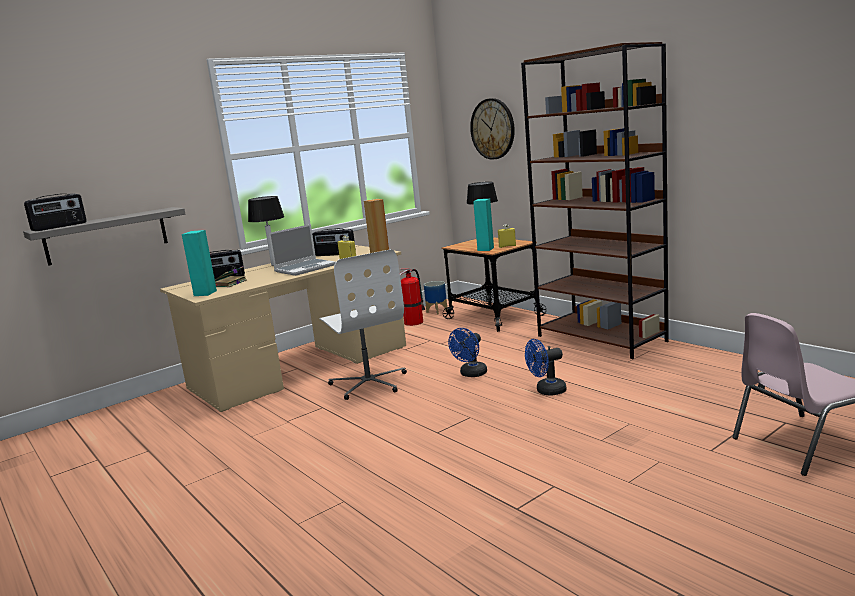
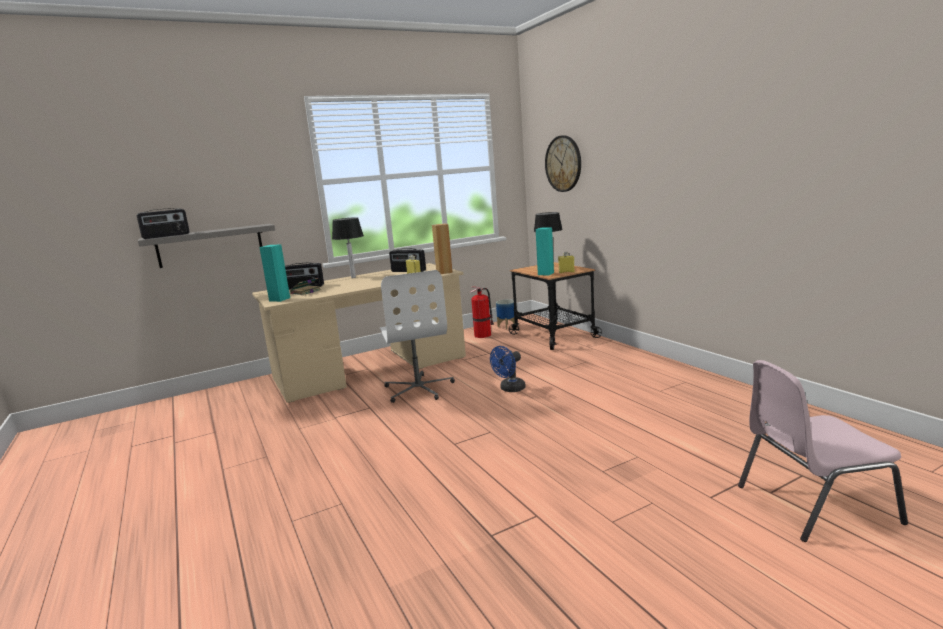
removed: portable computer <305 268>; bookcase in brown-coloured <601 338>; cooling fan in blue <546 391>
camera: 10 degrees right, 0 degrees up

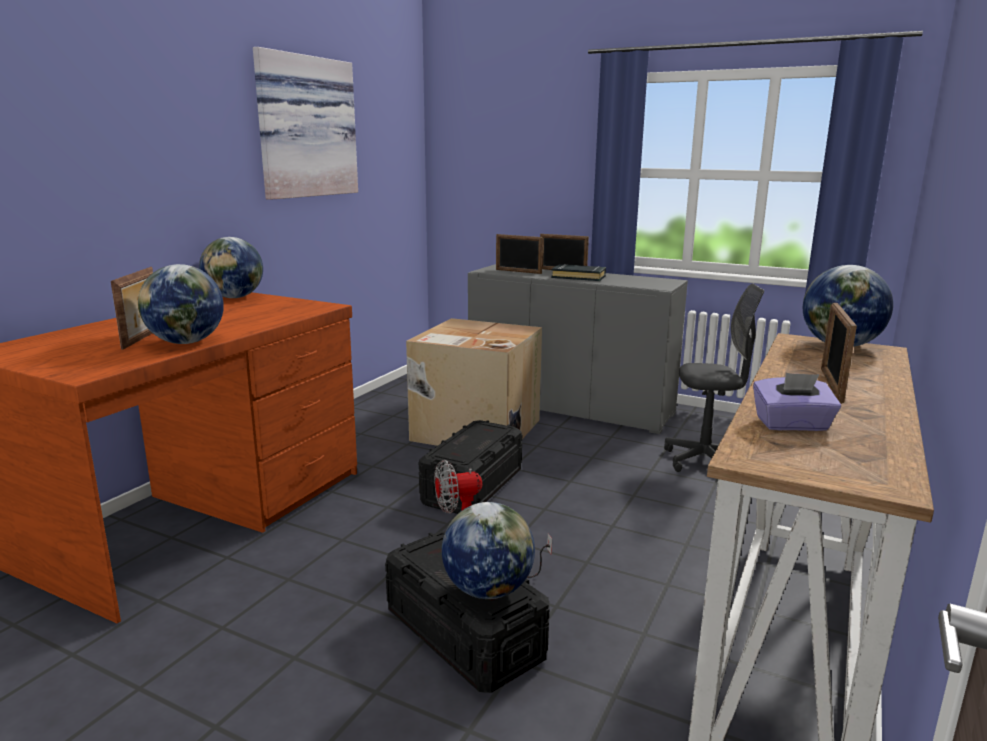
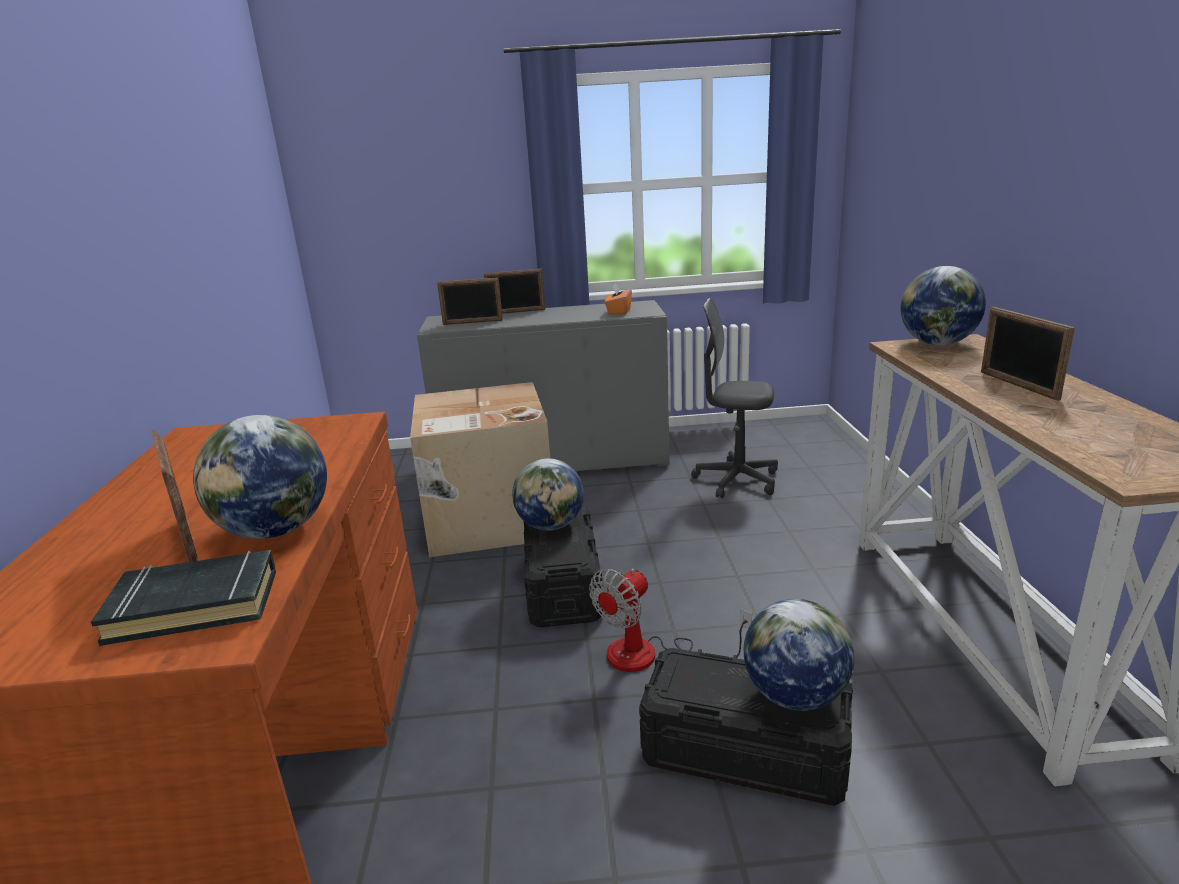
removed: wall picture <304 127>; tissue box in purplish <792 425>
added: tissue box in orangey <618 312>
moved: desk globe <235 297> to <551 526>; book in black-coloured <578 277> to <195 605>
turned: office chair in grey <705 461> = <736 480> 135 degrees counterclockwise
camera: 30 degrees left, 5 degrees up

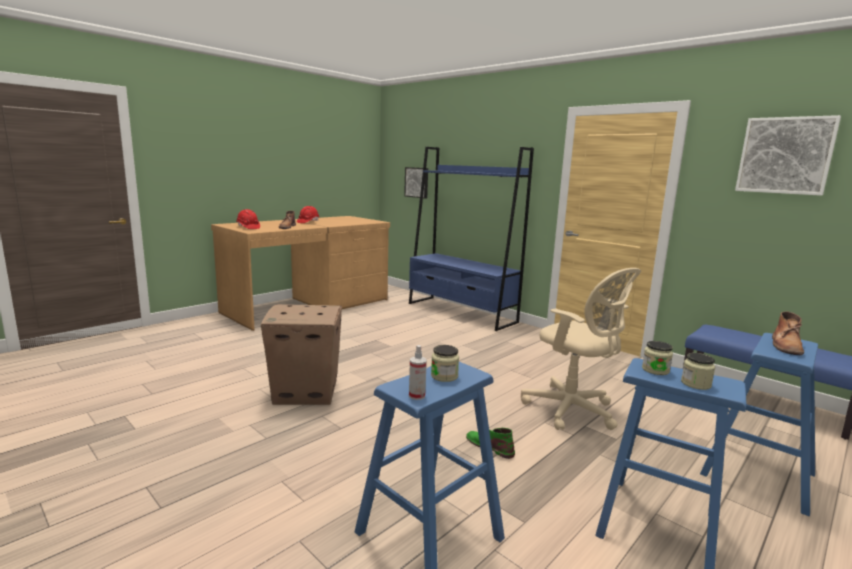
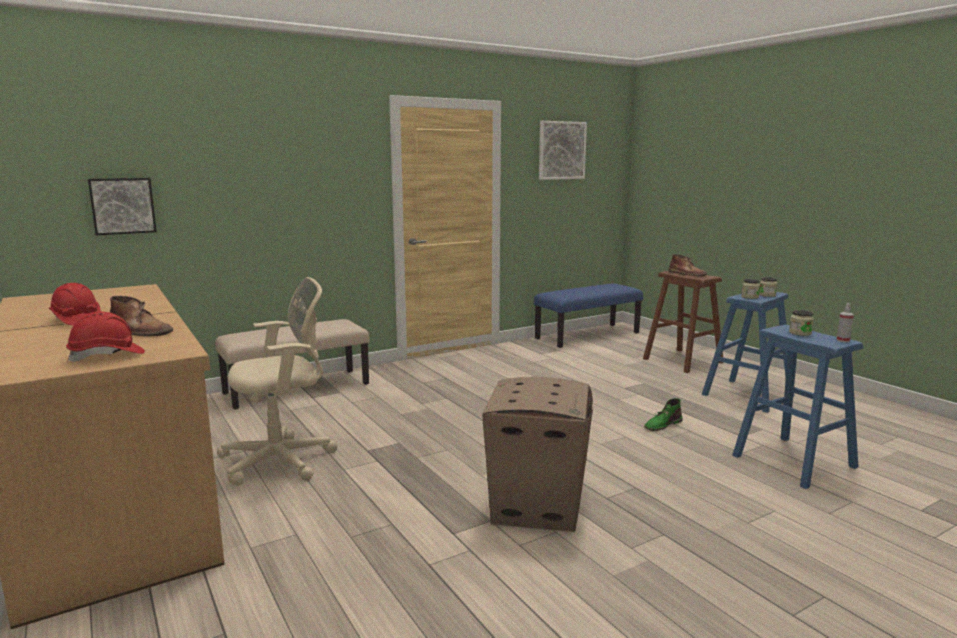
moved: office chair in beige <572 411> to <282 460>
replaced: bookcase in blue <461 312> to indoor bench in beige <297 388>
recoloured: stool in blue <758 474> to stool in brown-coloured <683 361>
camera: 75 degrees left, 0 degrees up

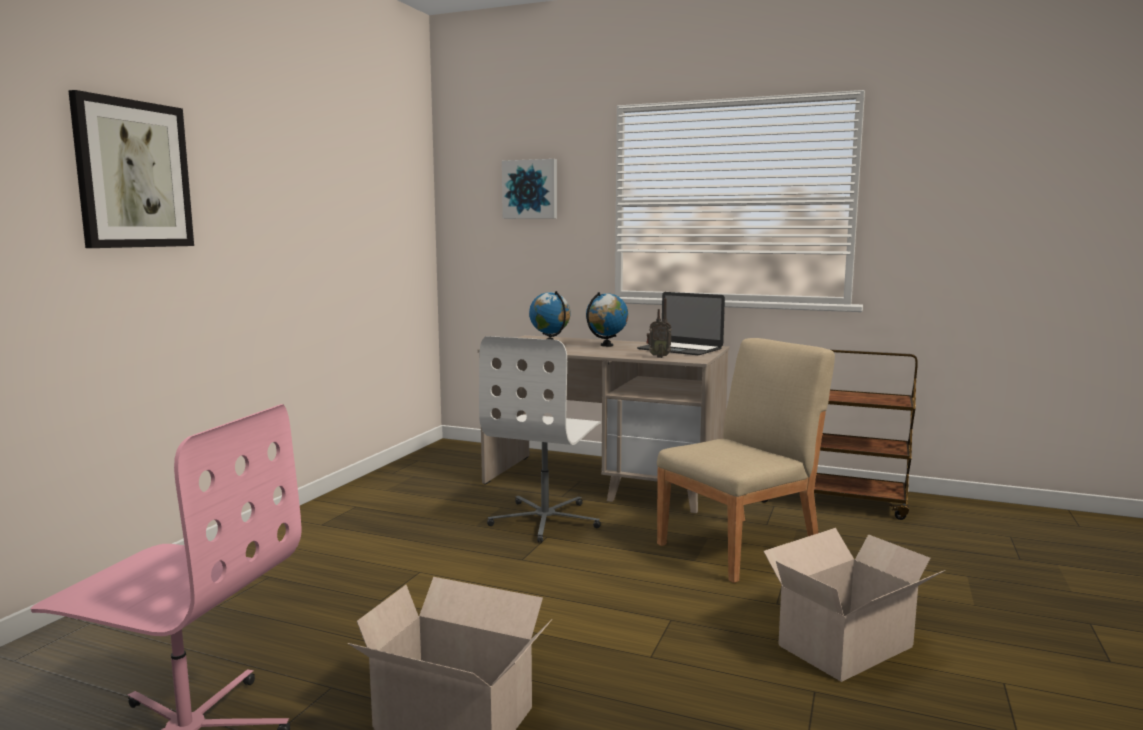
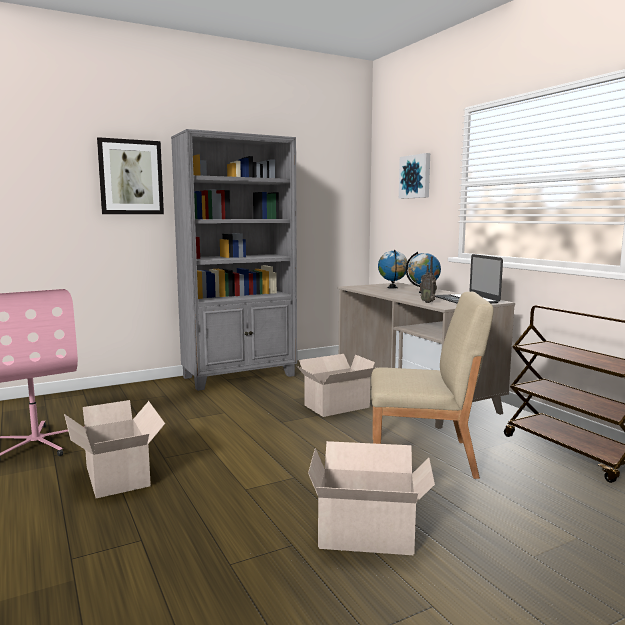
added: bookcase in grey <240 376>
replaced: office chair in white <546 520> to cardboard box <335 406>
camera: 40 degrees right, 0 degrees up

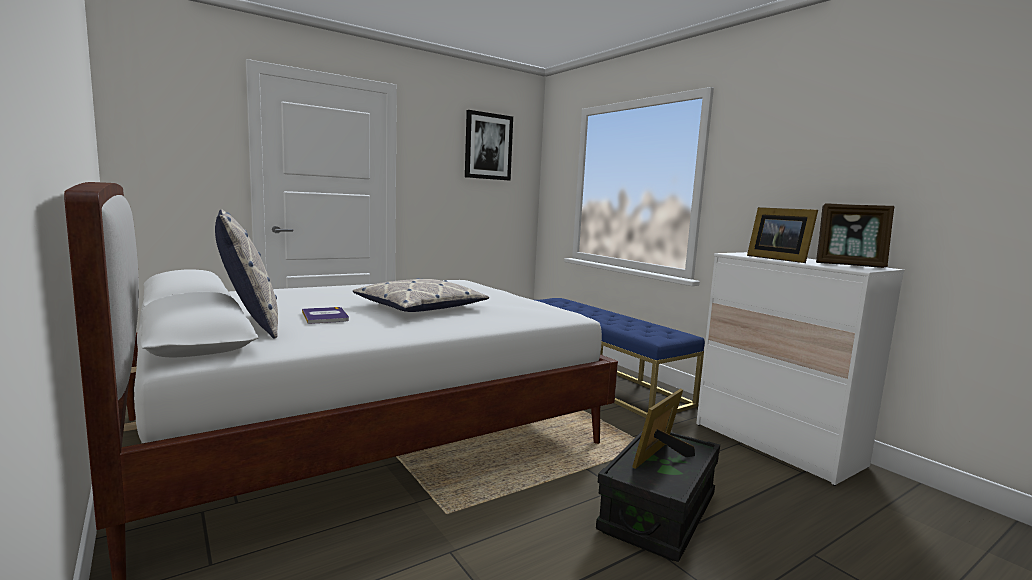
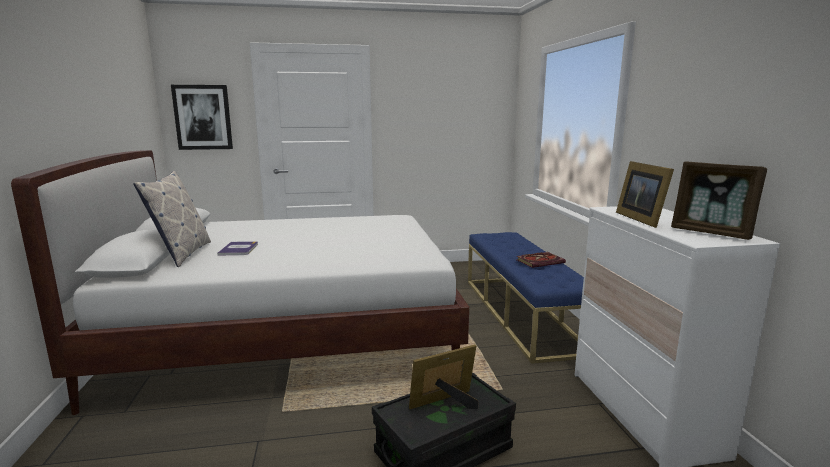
removed: cushion <420 307>
added: book <540 261>
moved: wall picture <488 146> to <203 117>
camera: 25 degrees right, 5 degrees up

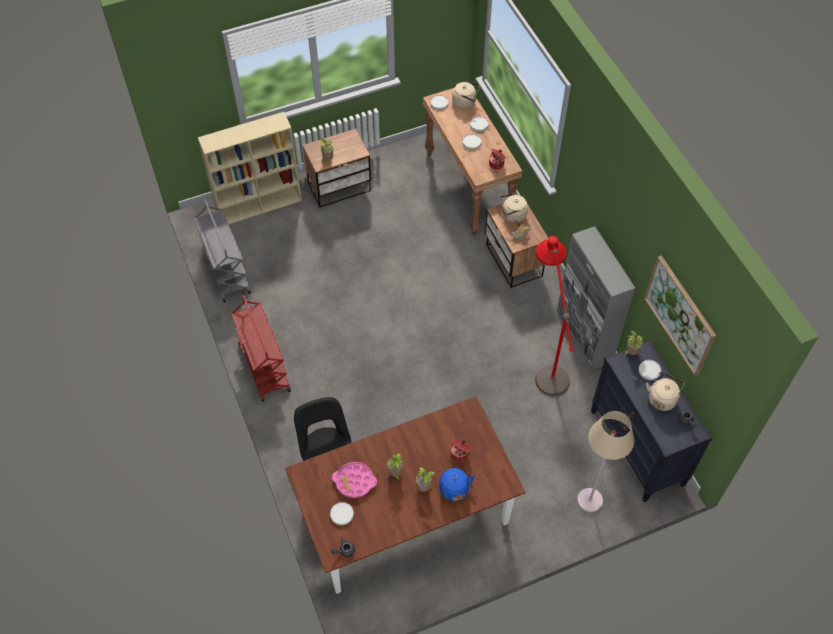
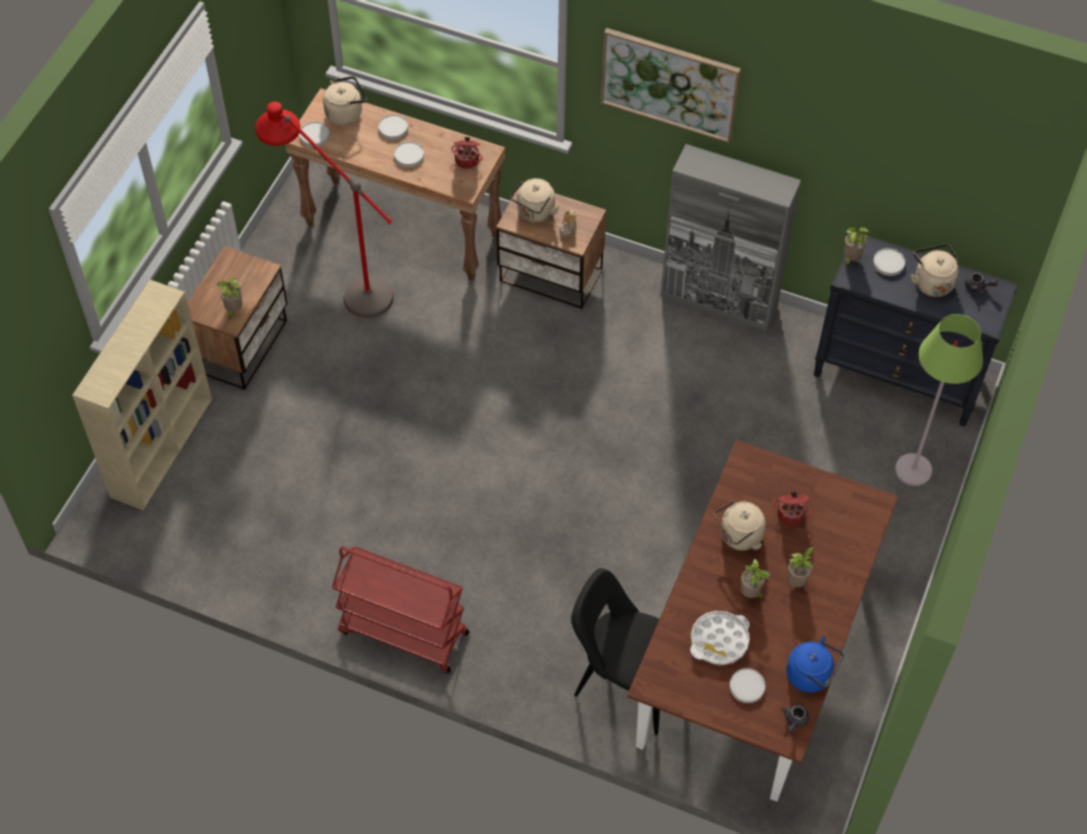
removed: trolley in grey <226 271>
added: tea kettle in beige <738 537>
moved: tea kettle in blue <455 491> to <811 676>; standing lamp in red <546 360> to <340 281>; wall picture <680 315> to <669 84>
recoloured: serving tray in pinkish <354 481> to serving tray in white <719 641>; standing lamp in beige <590 500> to standing lamp in greenish <913 470>
camera: 45 degrees left, 0 degrees up

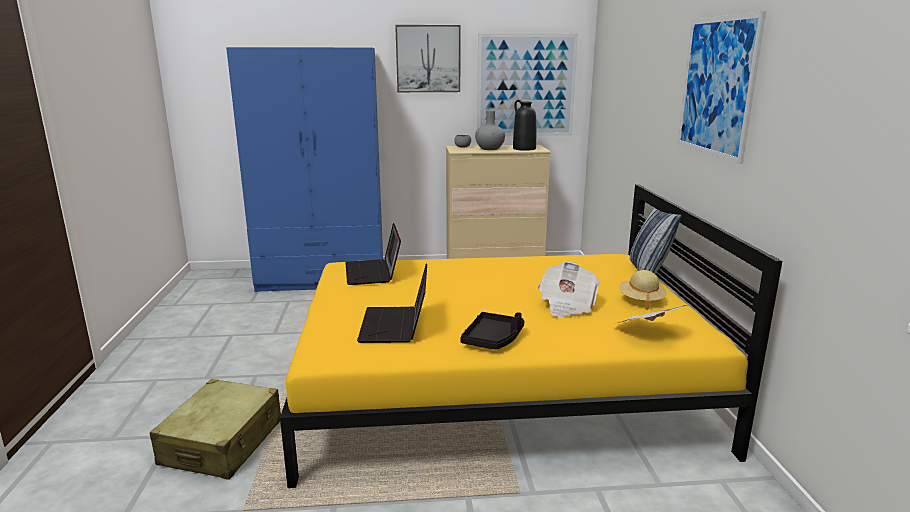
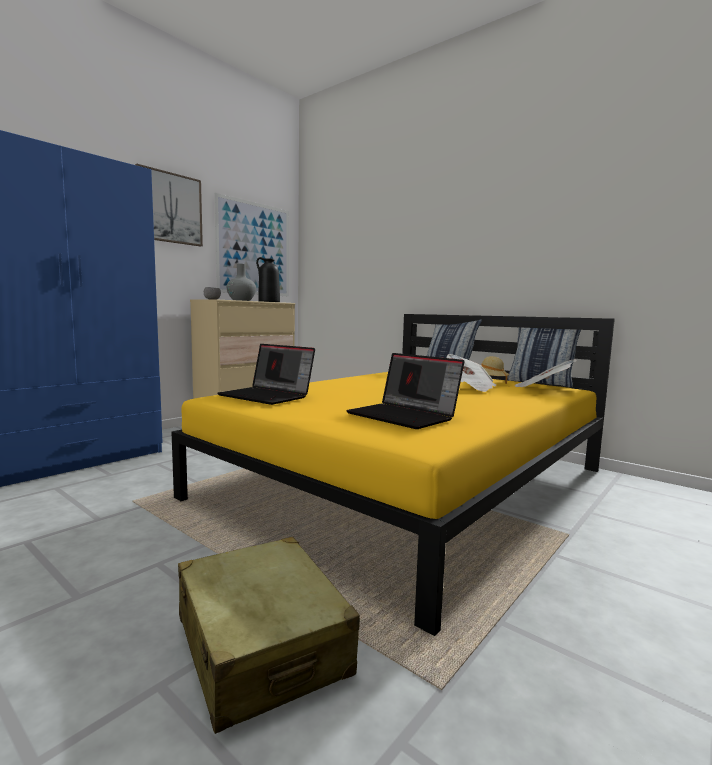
removed: serving tray in black-coloured <493 339>; wall picture <717 86>
added: cushion <541 383>
camera: 45 degrees left, 10 degrees down

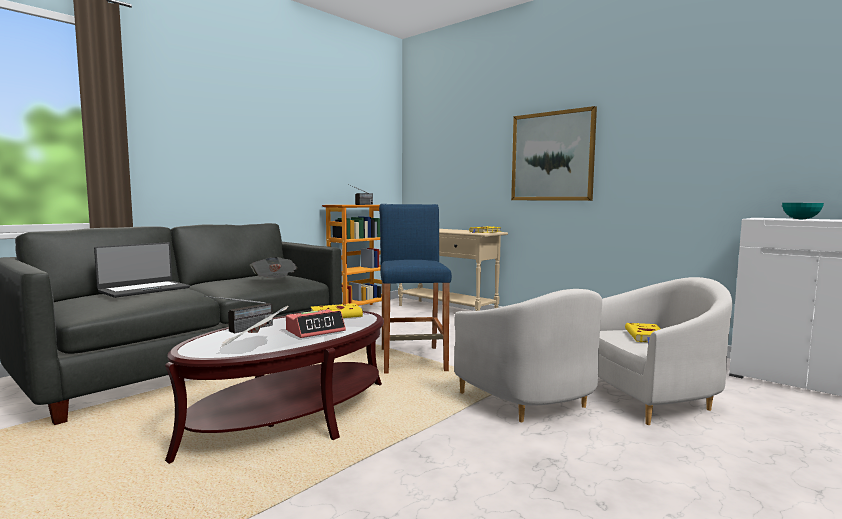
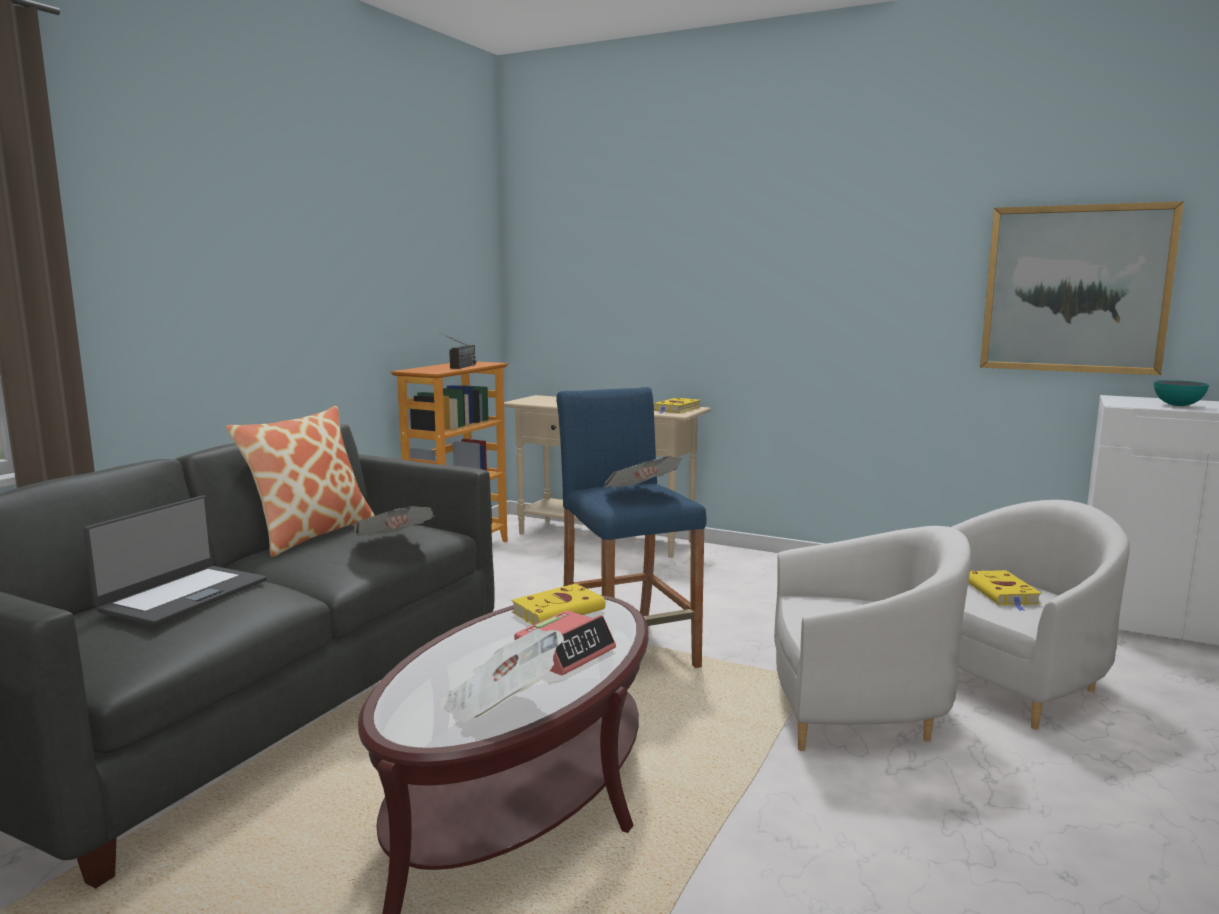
removed: radio set <241 330>
added: cushion <310 534>; printed paper <641 494>
moved: wall picture <552 156> to <1075 289>
turned: lounge chair in white <530 400> = <857 708> 45 degrees counterclockwise
camera: 15 degrees left, 5 degrees up

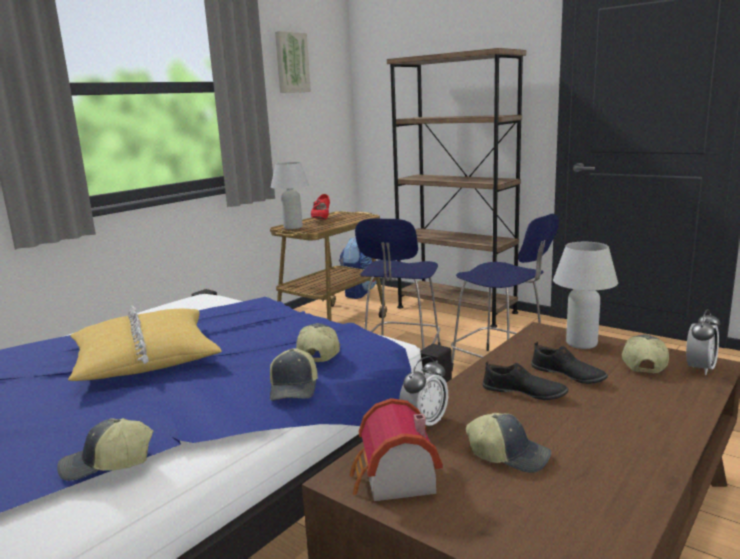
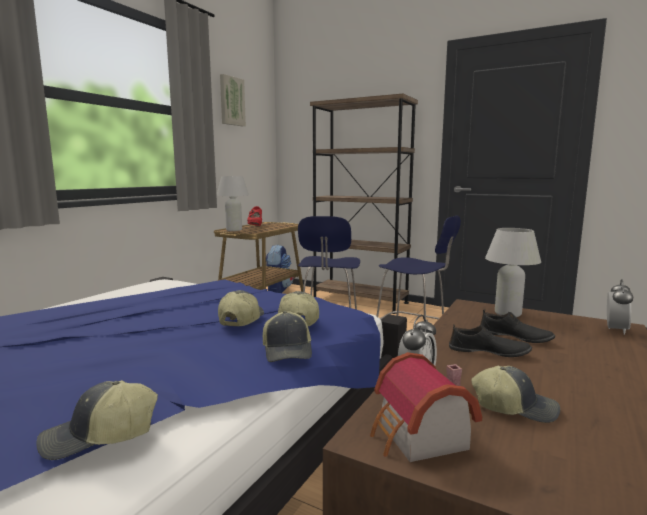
removed: cushion in yellowish <145 358>
moved: cap <642 363> to <240 319>
camera: 10 degrees left, 5 degrees down

